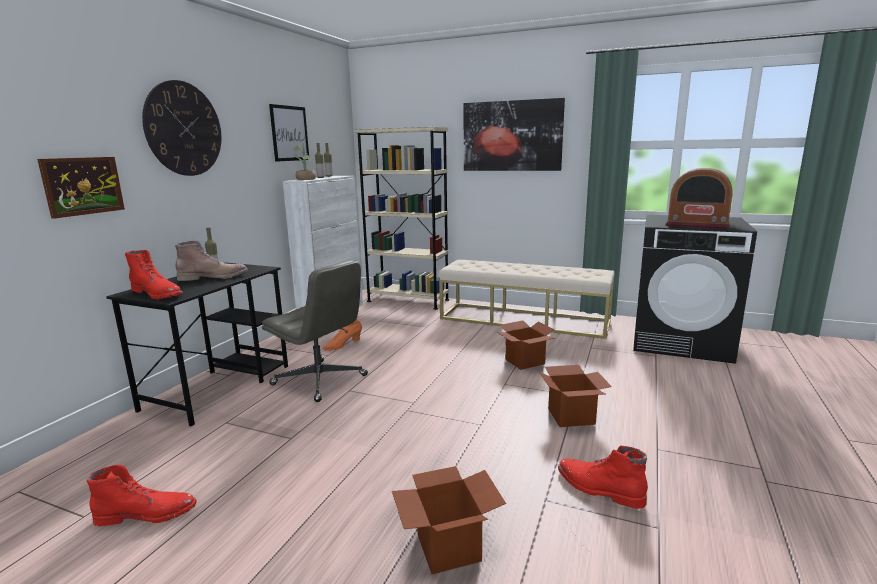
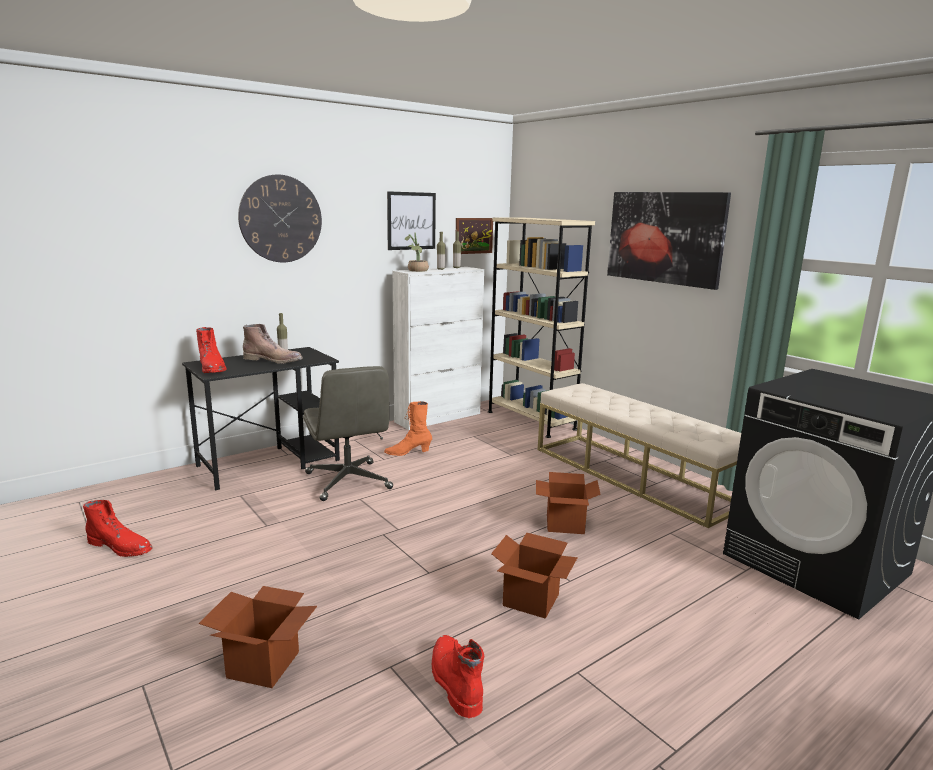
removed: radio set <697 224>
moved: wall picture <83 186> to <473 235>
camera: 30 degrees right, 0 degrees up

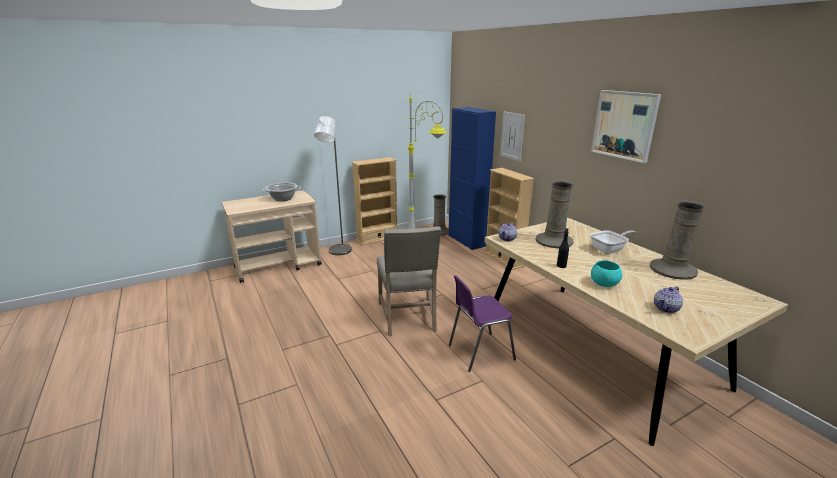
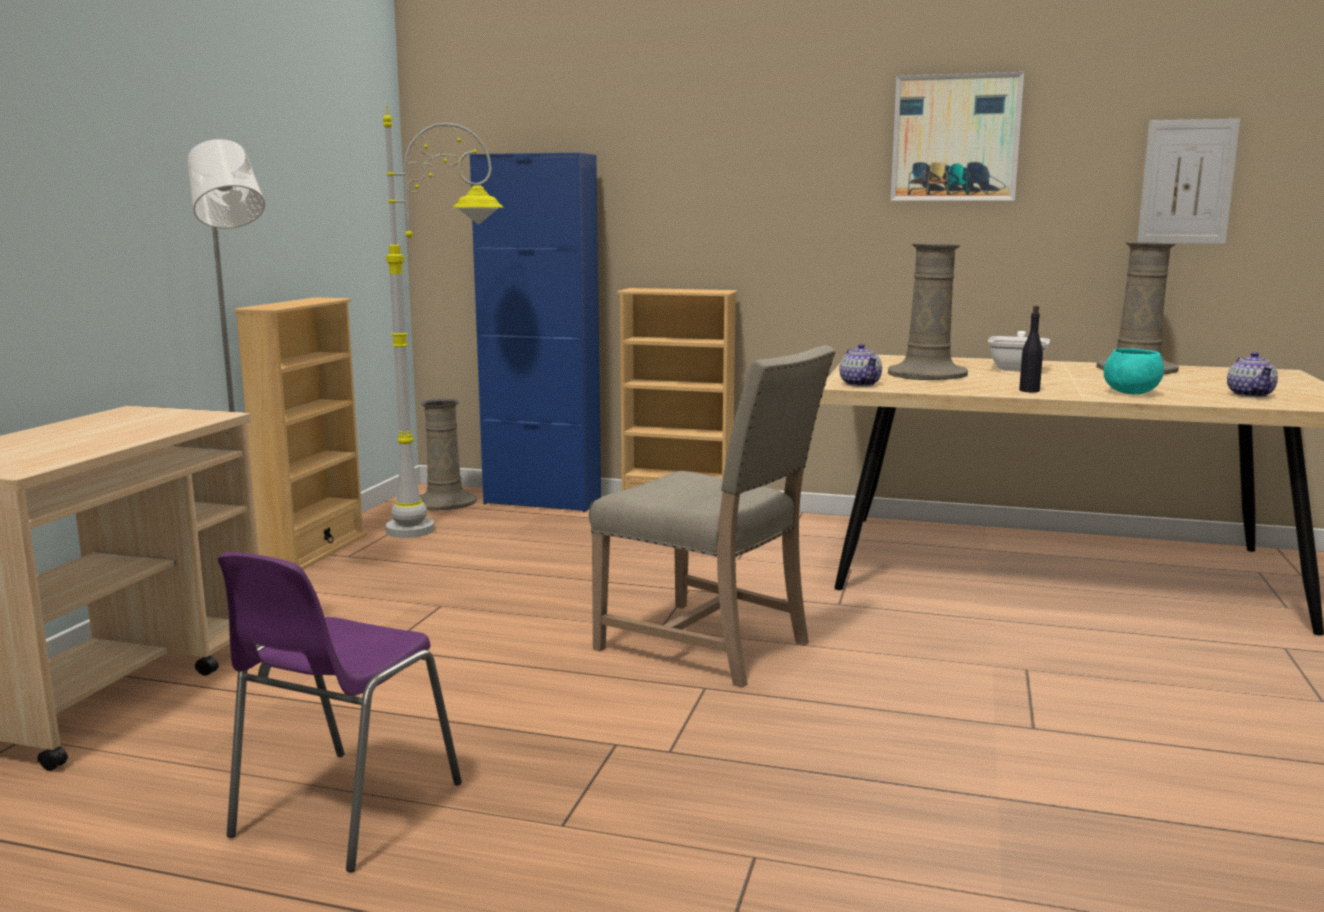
removed: cooking pot <283 198>
moved: plain chair in purplish <479 352> to <342 811>; wall picture <512 136> to <1187 182>
camera: 45 degrees left, 10 degrees down

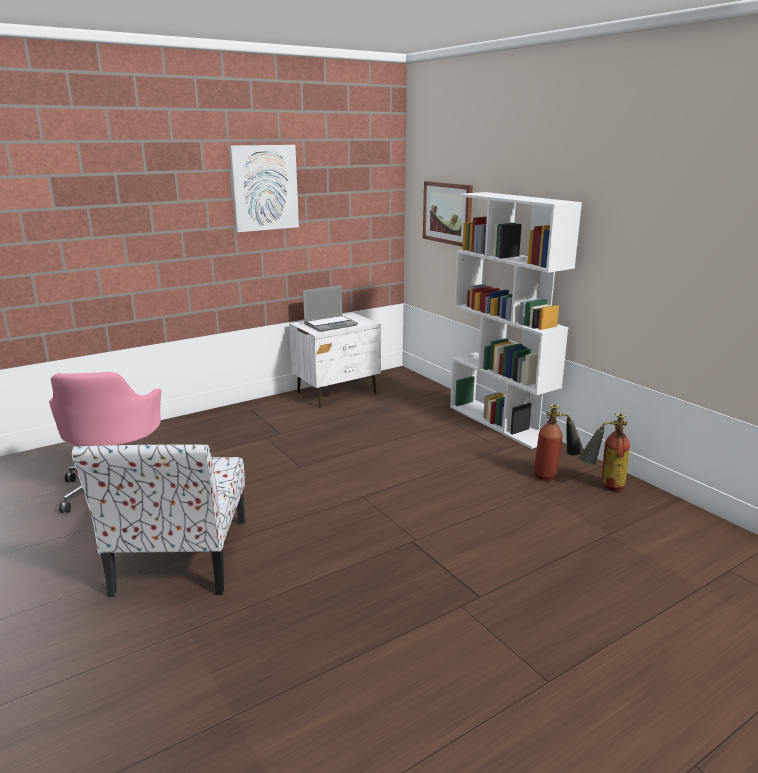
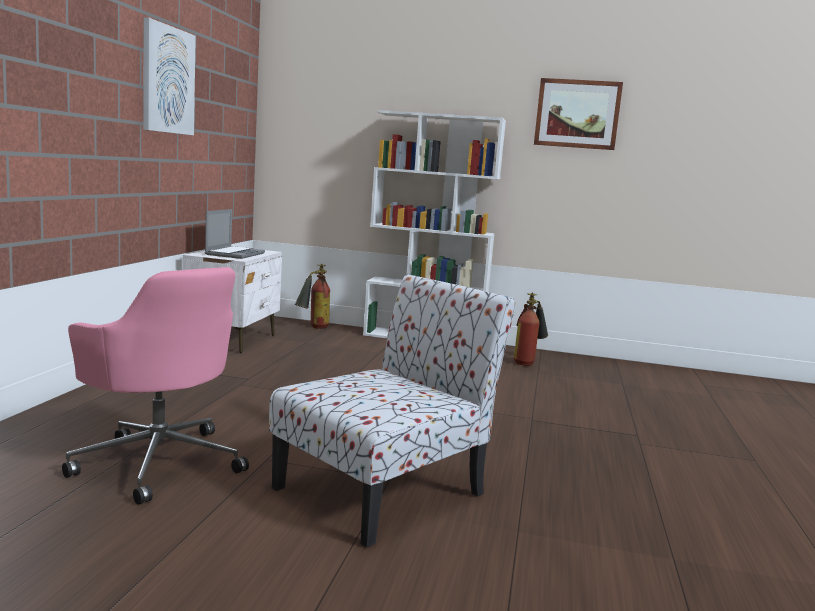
moved: wall picture <447 213> to <577 114>; fire extinguisher <602 486> to <313 327>
turned: plain chair <180 558> = <384 490> 90 degrees counterclockwise
camera: 45 degrees left, 10 degrees down

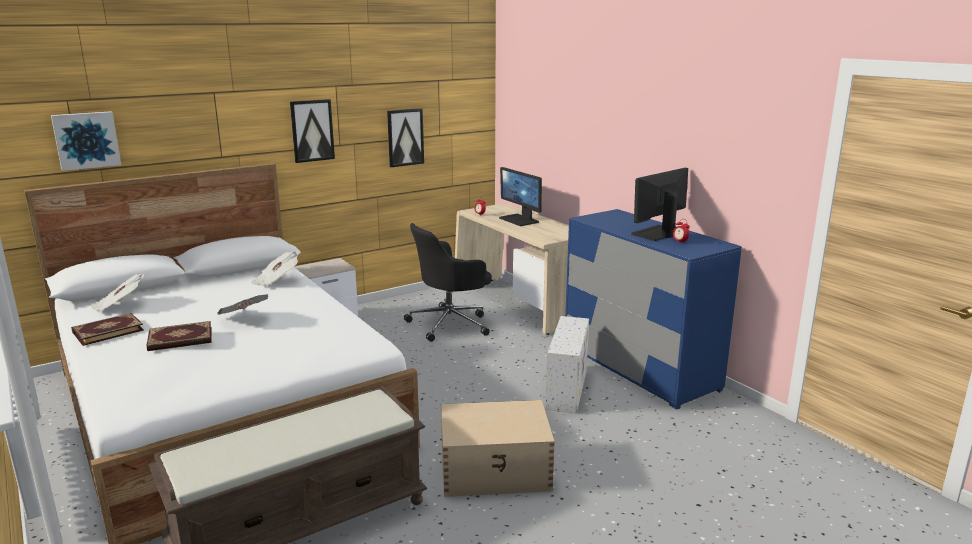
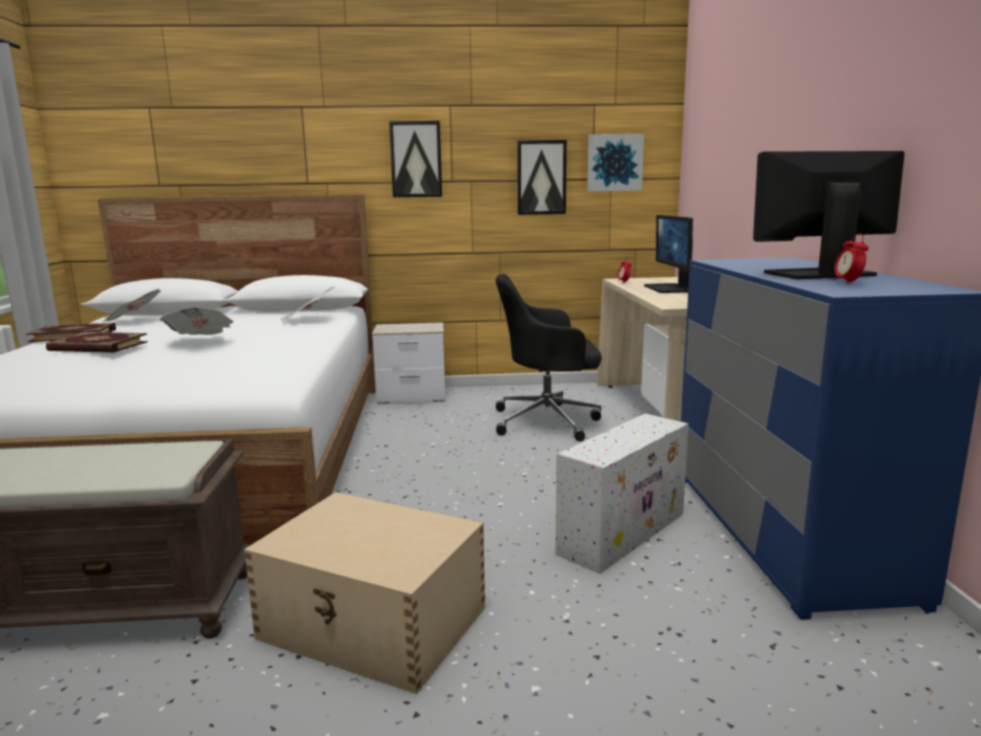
moved: wall picture <86 140> to <614 163>
camera: 30 degrees right, 5 degrees down

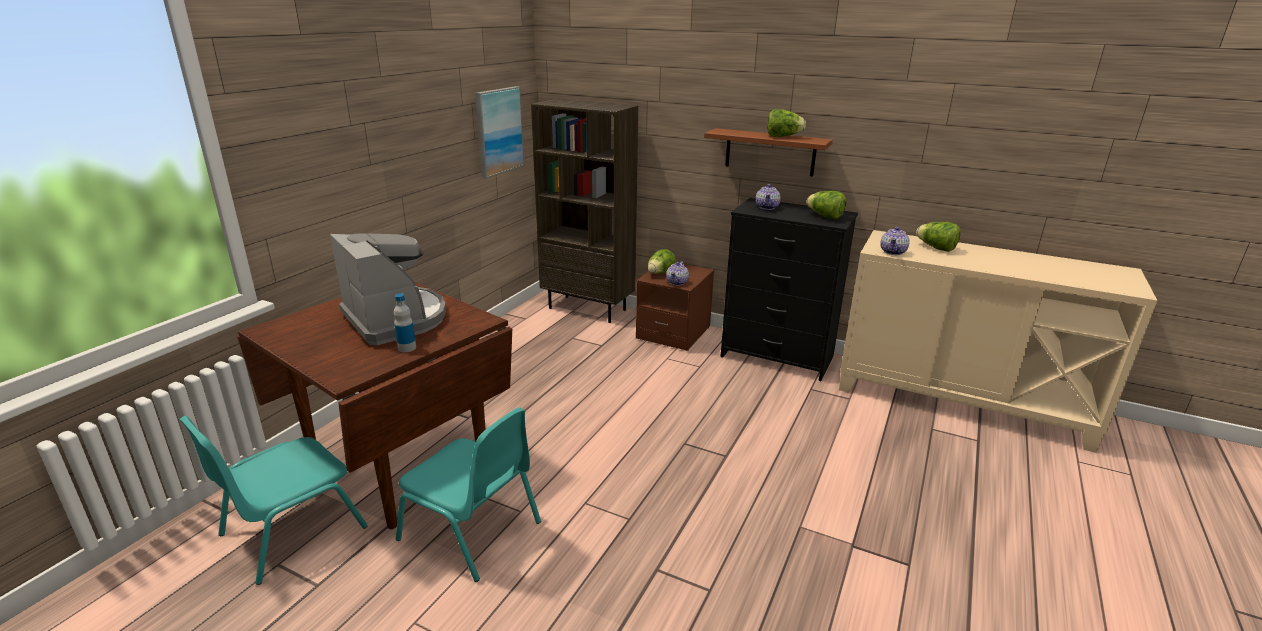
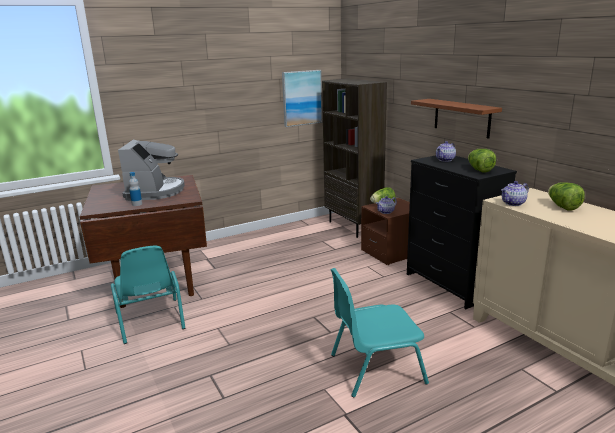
removed: head of lettuce <783 136>
moved: plain chair in blue-green <290 531> to <375 368>
camera: 35 degrees right, 5 degrees down

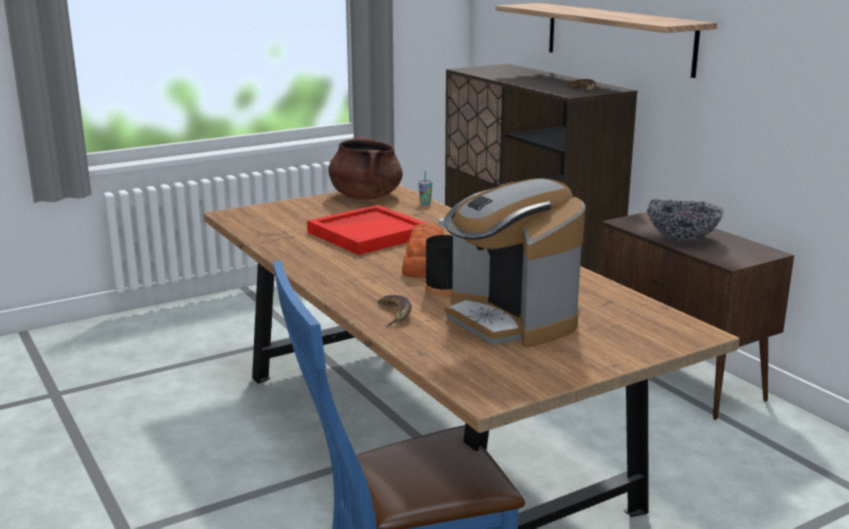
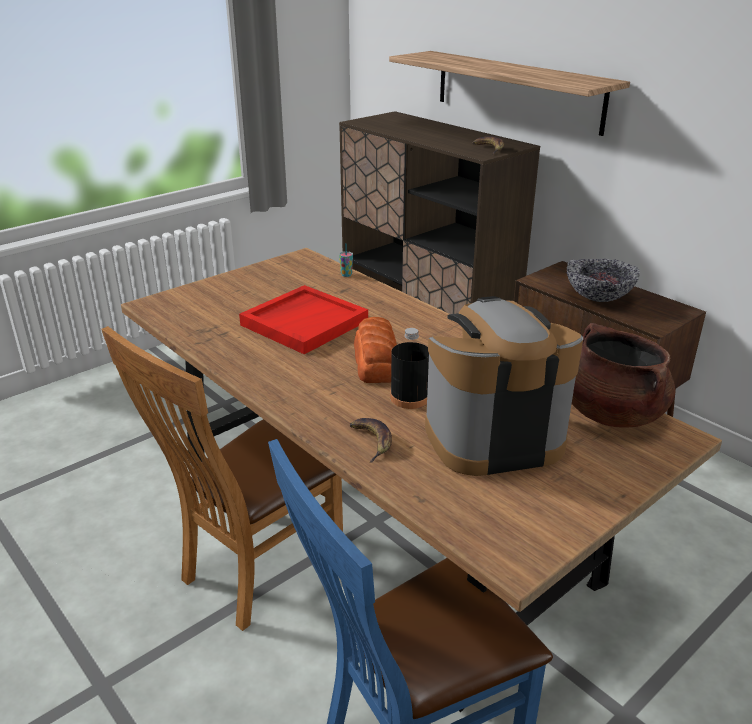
added: plain chair in brown-coloured <253 573>
moved: cooking pot in brown-coloured <365 196> to <610 413>
turned: coffee machine <510 320> = <493 438> 120 degrees clockwise
camera: 10 degrees left, 10 degrees up

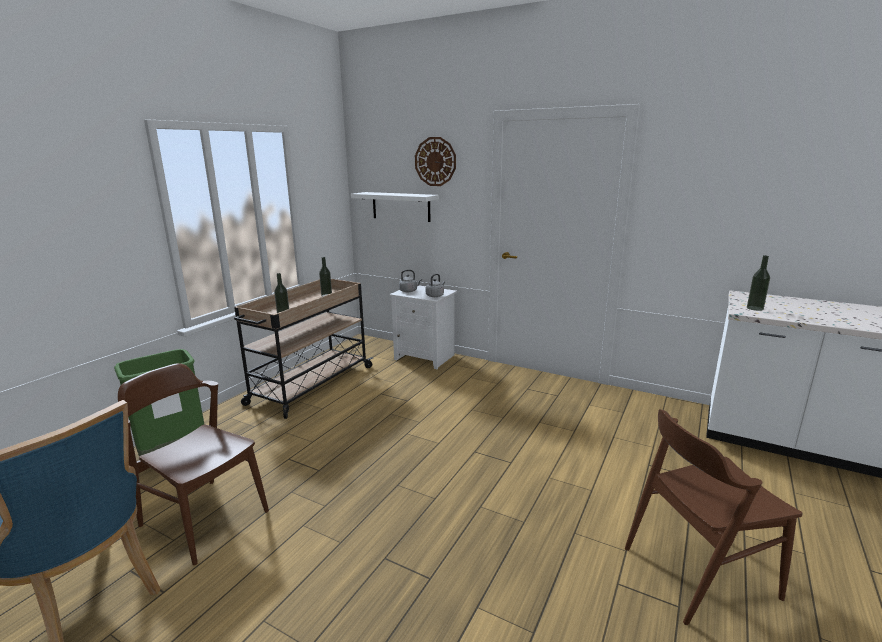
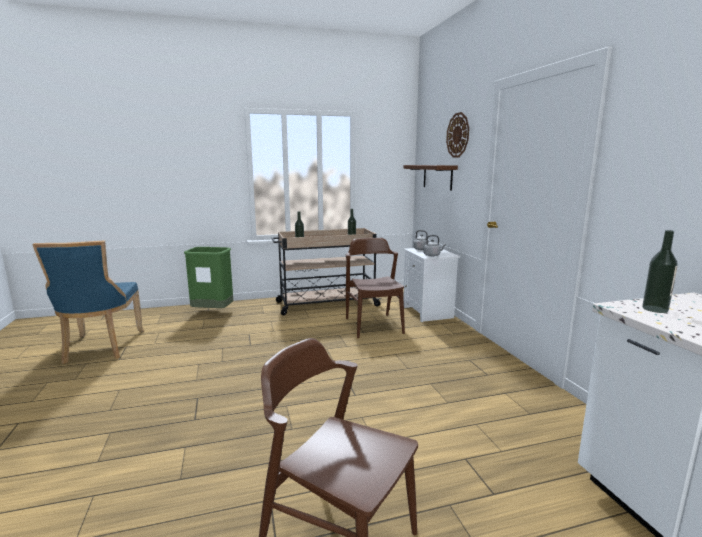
moved: plain chair in brown-coloured <204 518> to <373 325>
recoloured: shelf in white <401 206> to shelf in brown-coloured <437 177>
camera: 45 degrees right, 5 degrees down

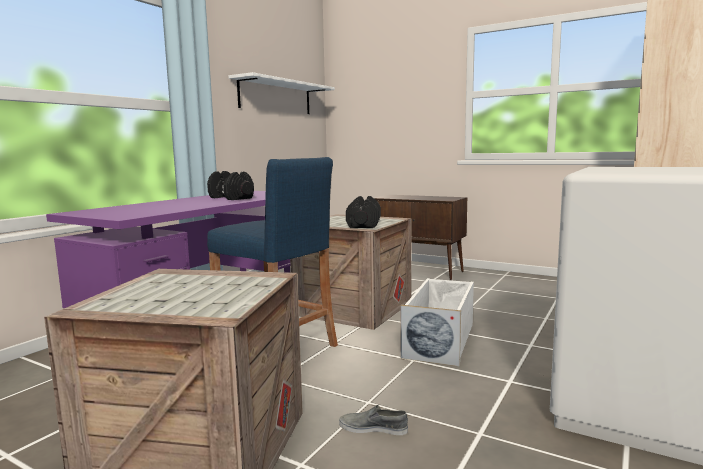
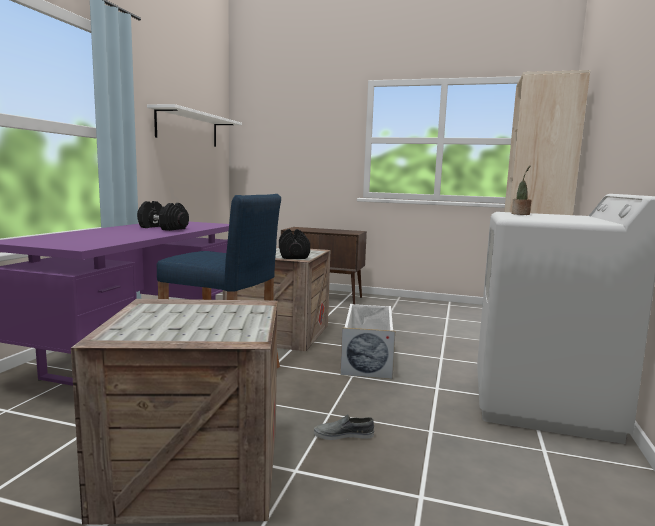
added: houseplant <521 214>
camera: 15 degrees left, 0 degrees up

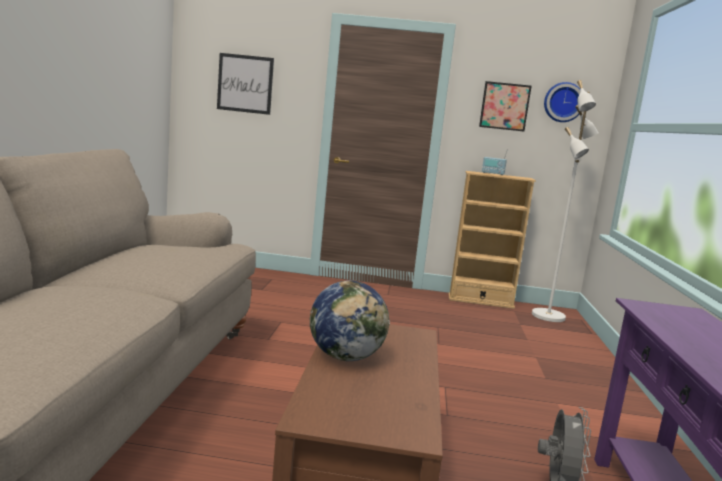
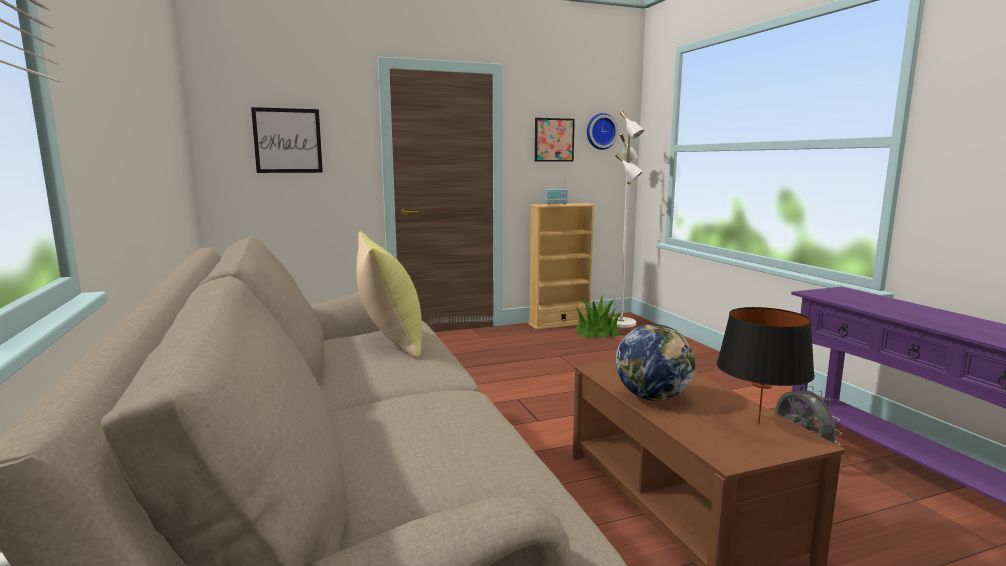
added: cushion in yellowish <390 341>; houseplant <596 332>; table lamp in black-coloured <758 423>
camera: 25 degrees left, 0 degrees up

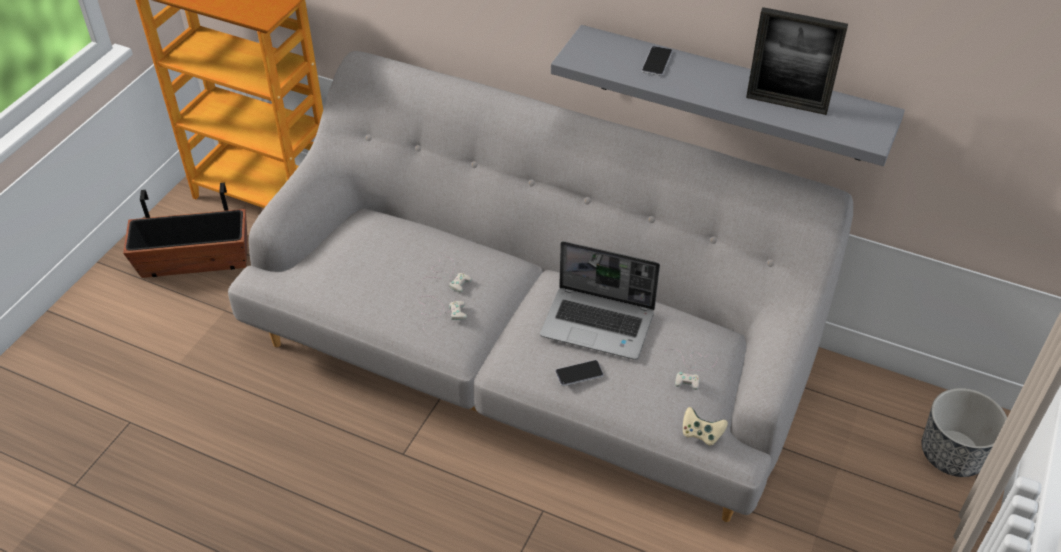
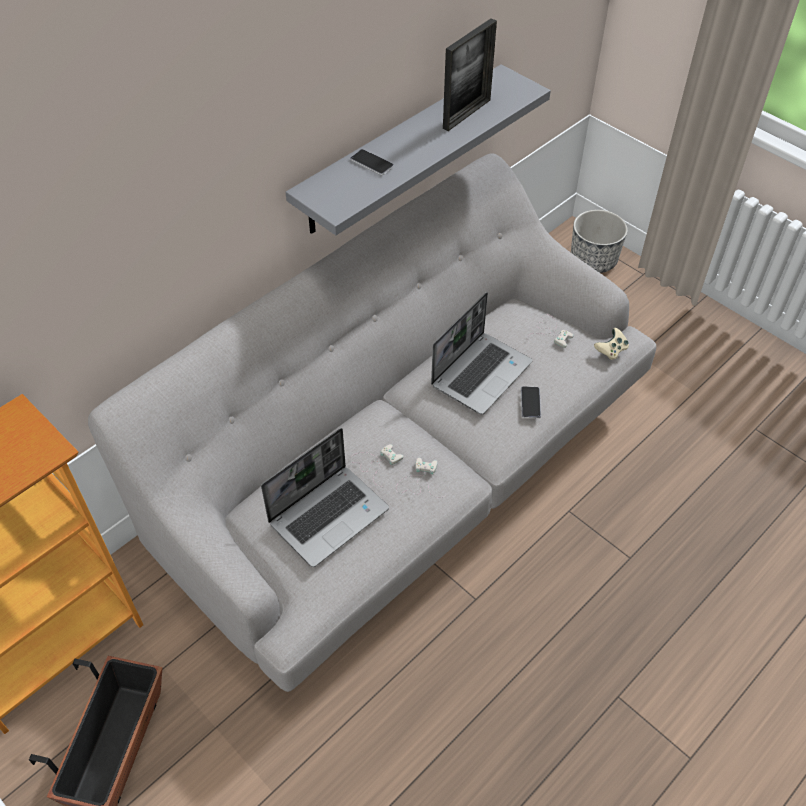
added: portable computer <329 515>
camera: 70 degrees left, 5 degrees up

